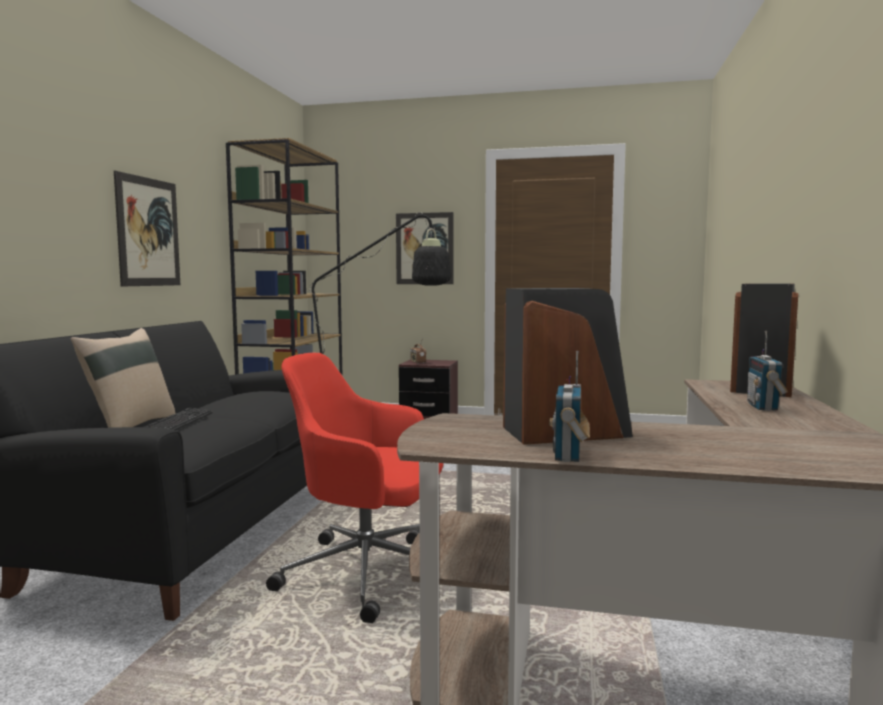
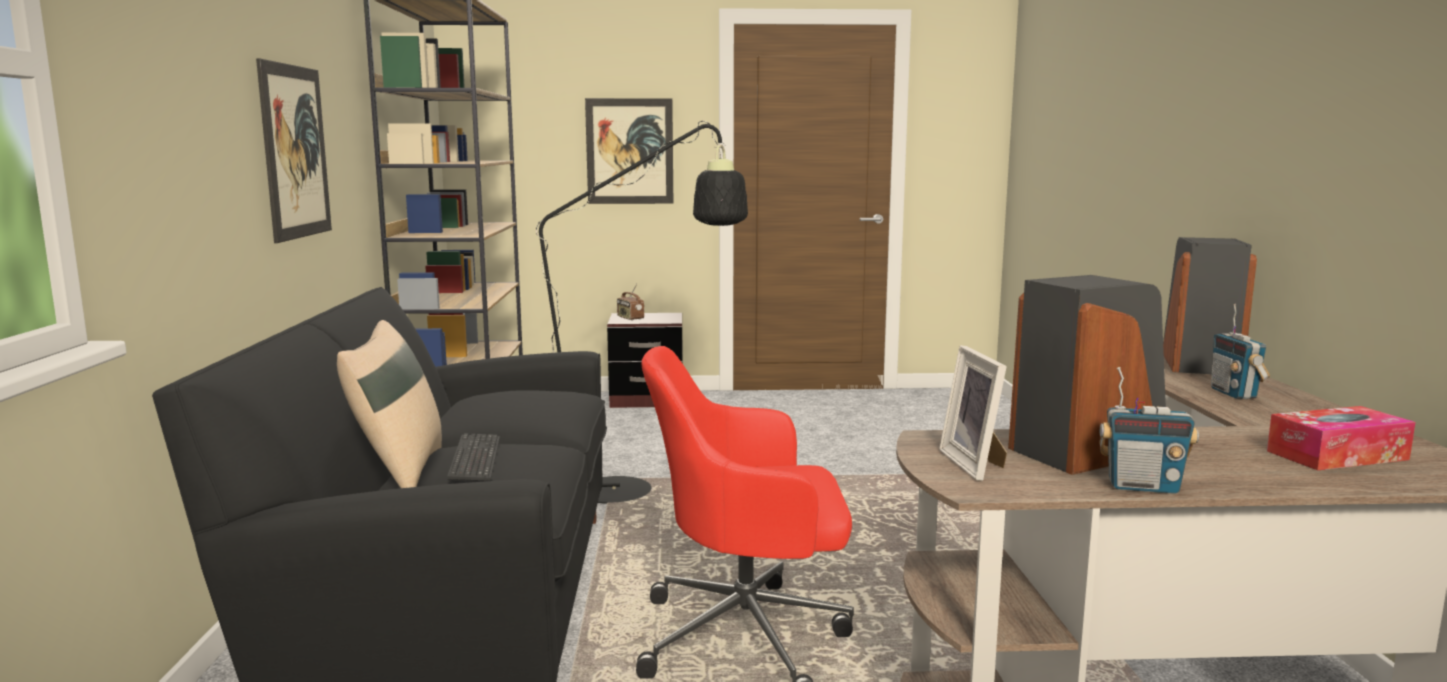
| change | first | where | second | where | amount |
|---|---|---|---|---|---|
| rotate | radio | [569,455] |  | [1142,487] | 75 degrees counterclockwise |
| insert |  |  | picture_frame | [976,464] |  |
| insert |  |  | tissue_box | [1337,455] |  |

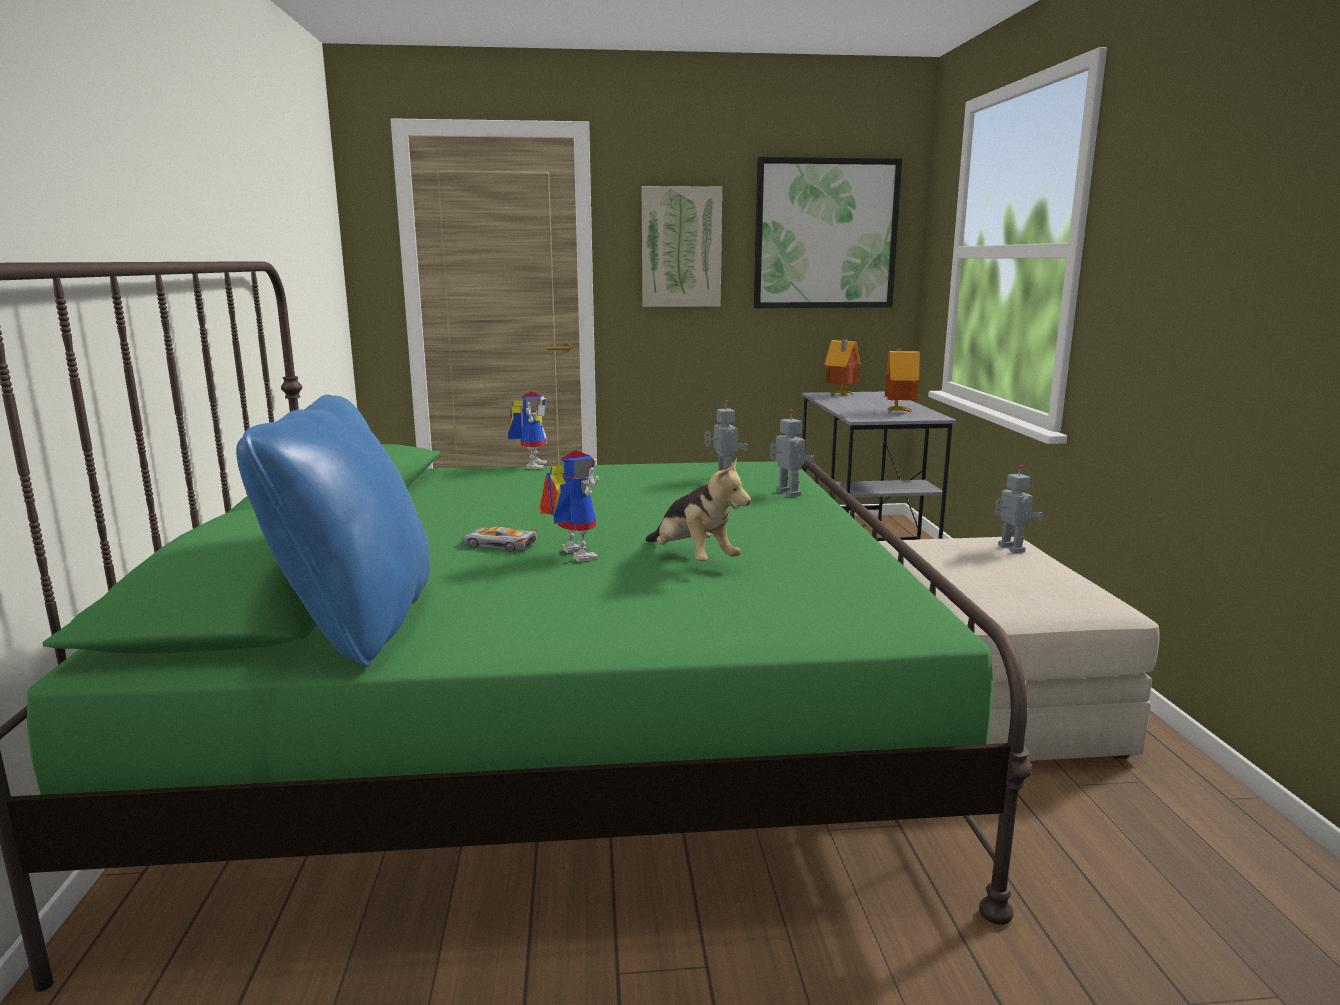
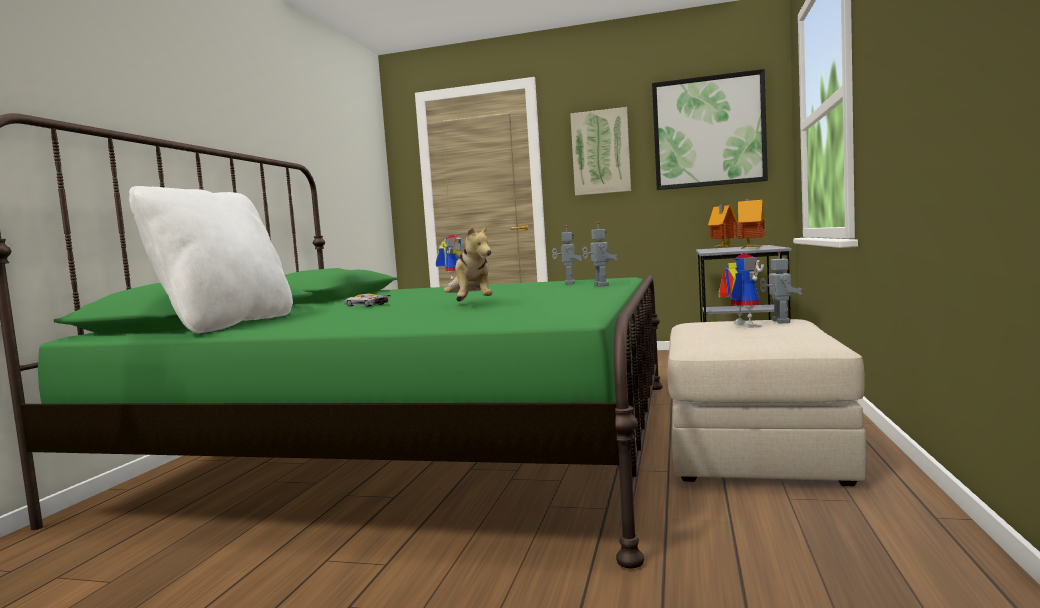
| change | first | where | second | where | amount |
|---|---|---|---|---|---|
| recolor | blue_pillow | [357,623] | white_pillow | [227,325] |  |
| move | toy_robot | [571,554] |  | [741,326] |  |

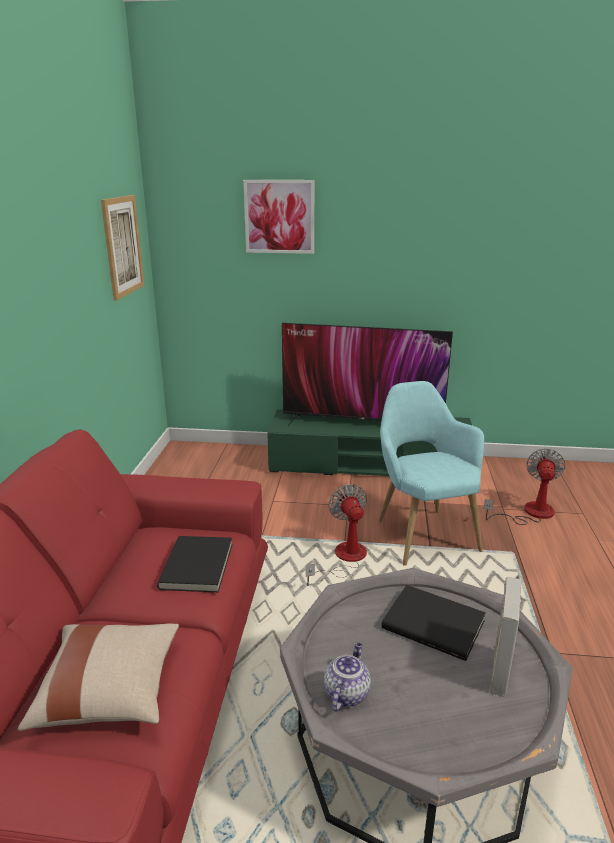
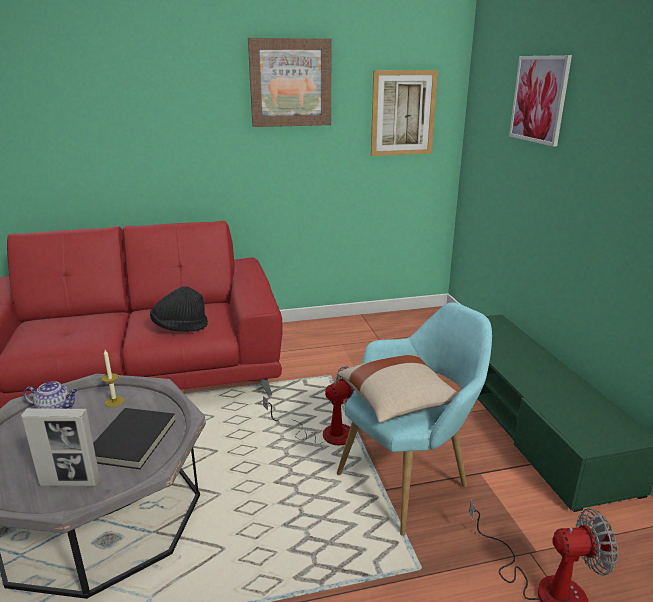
| change | first | where | second | where | amount |
|---|---|---|---|---|---|
| delete | television | [361,423] |  |  |  |
| replace | black_book | [199,566] | black_hat | [180,327] |  |
| move | beige_pillow | [110,691] |  | [398,402] |  |
| insert |  |  | picture | [290,83] |  |
| insert |  |  | candle | [114,401] |  |

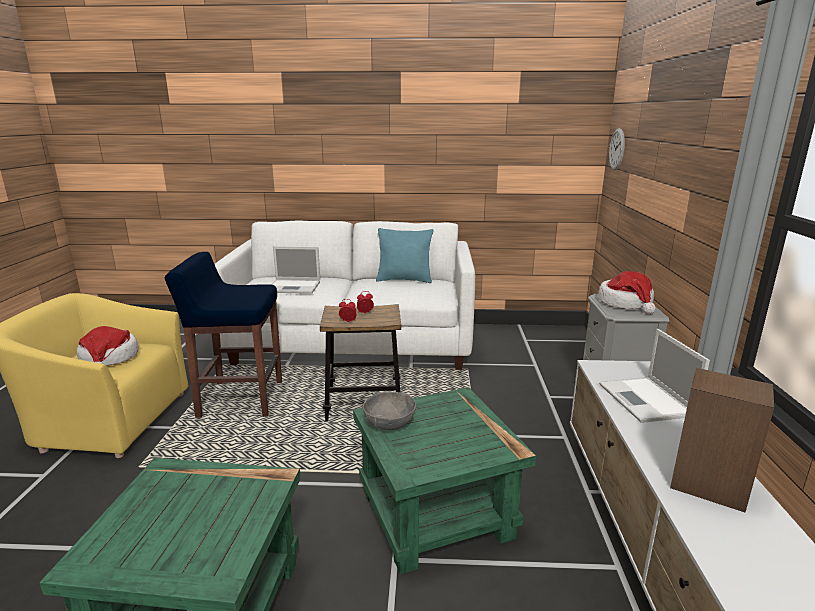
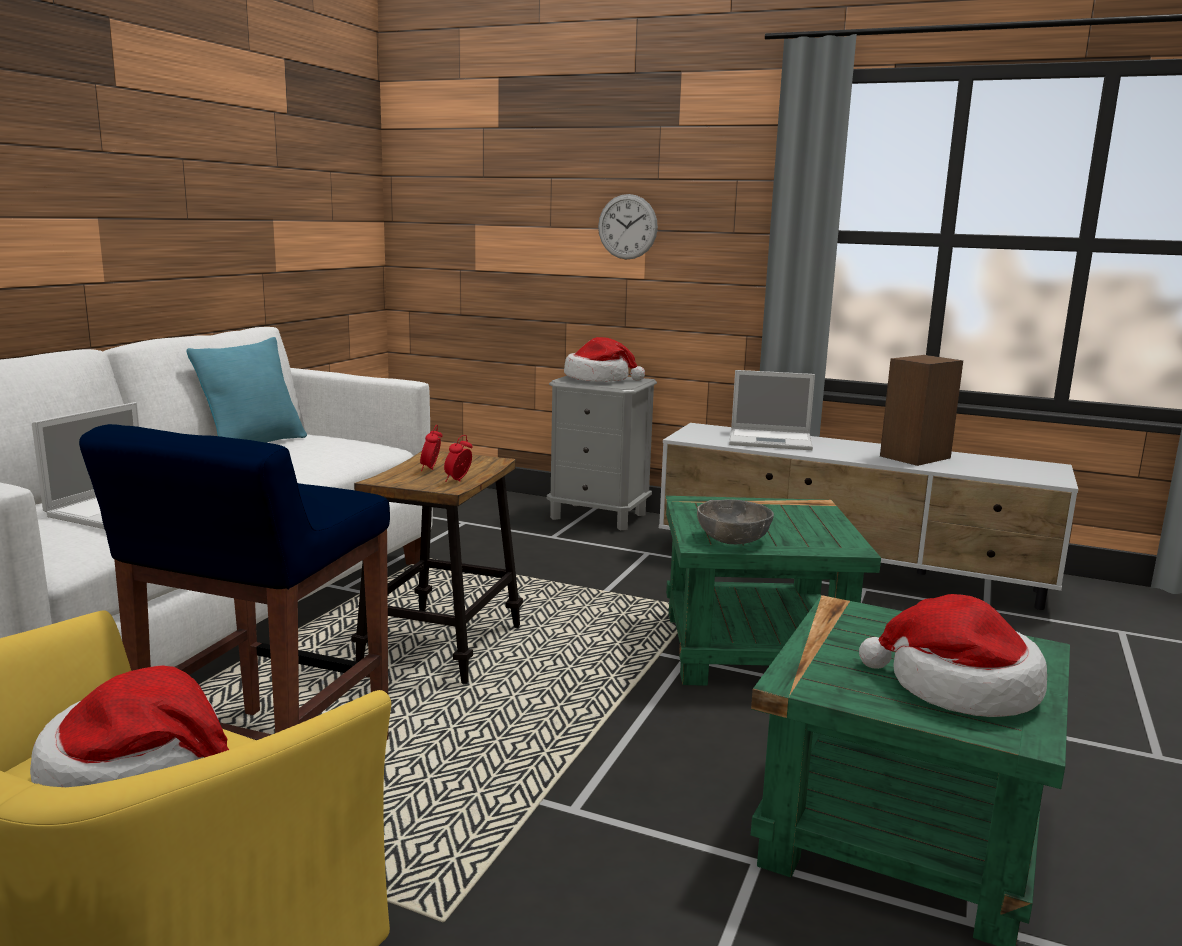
| change | first | where | second | where | amount |
|---|---|---|---|---|---|
| move | wall_clock | [617,149] |  | [627,227] |  |
| insert |  |  | hat | [958,687] |  |

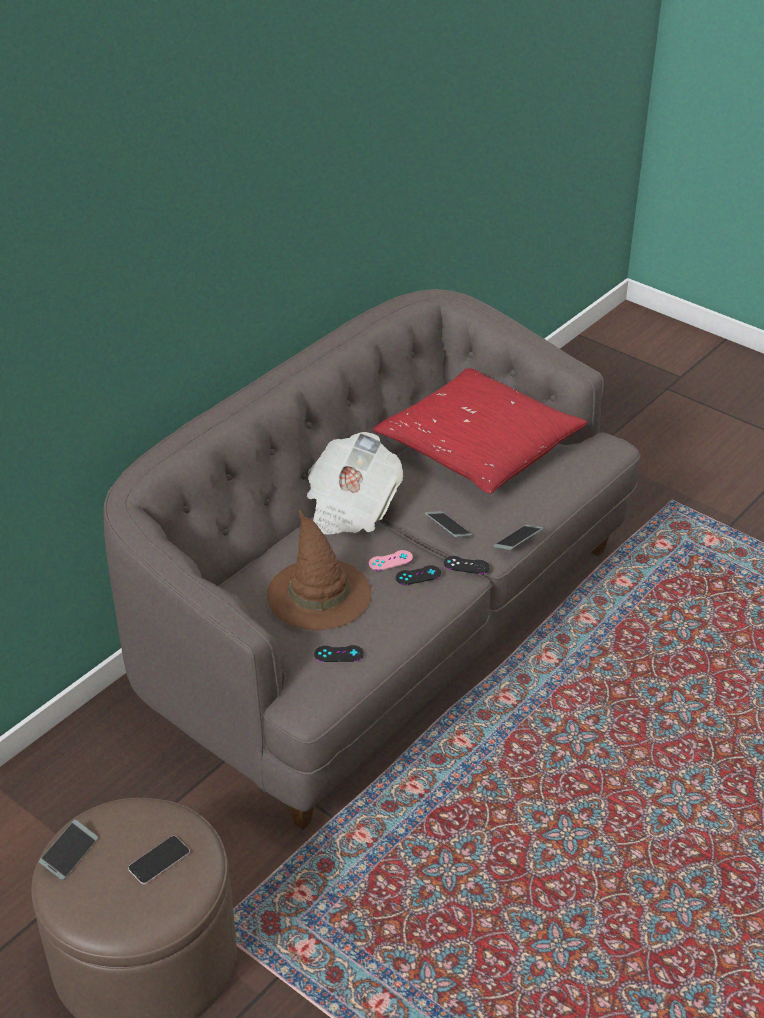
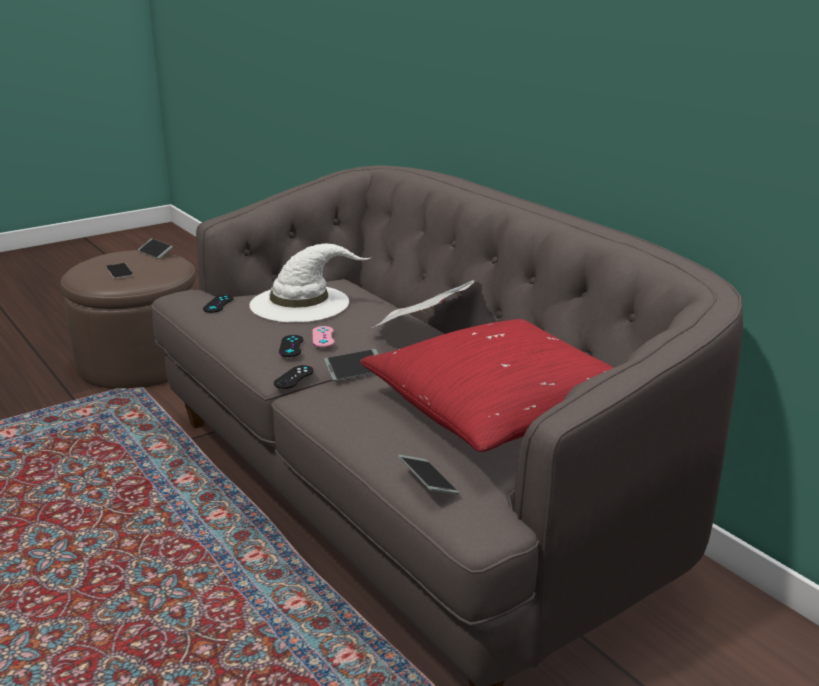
| change | first | where | second | where | amount |
|---|---|---|---|---|---|
| recolor | brown_hat | [318,592] | white_hat | [301,303] |  |
| move | phone | [517,541] |  | [427,481] |  |

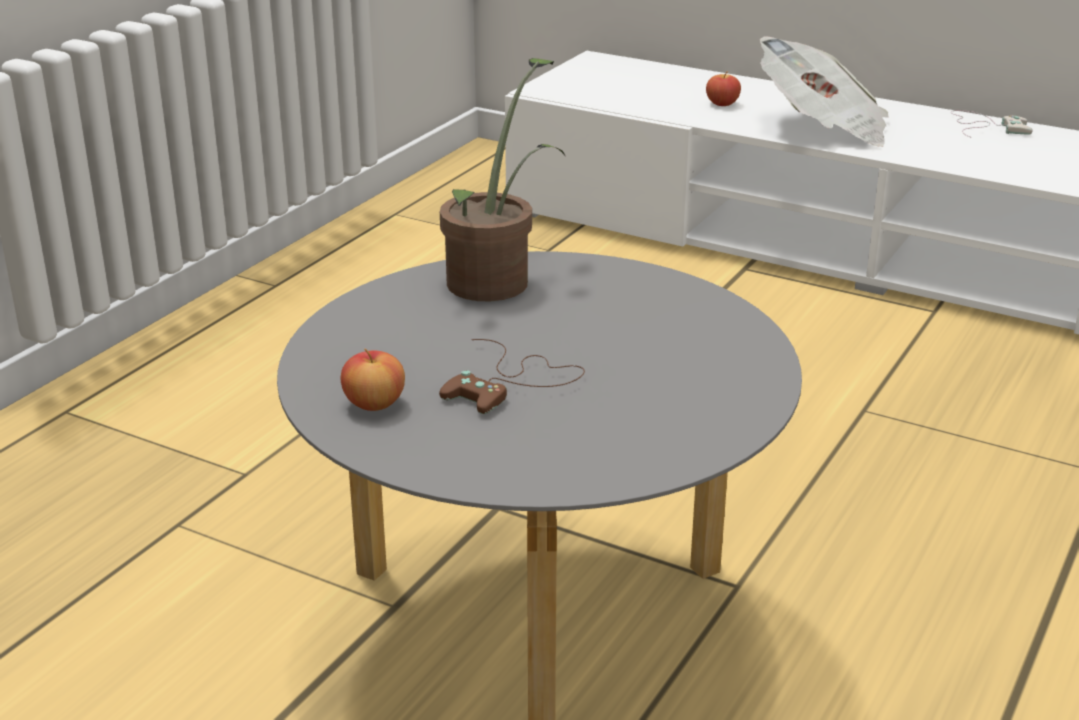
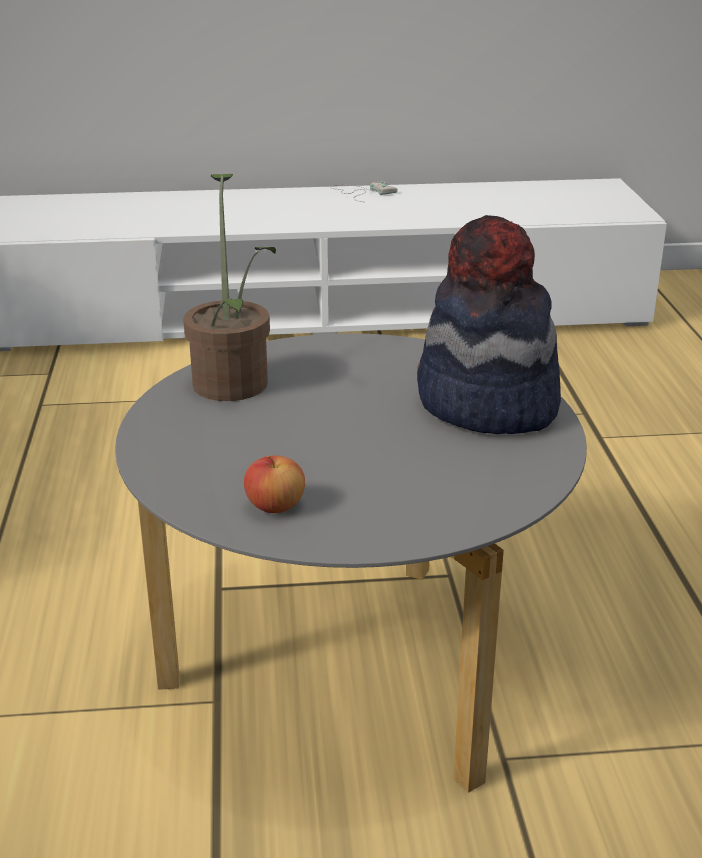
| change | first | where | second | where | amount |
|---|---|---|---|---|---|
| delete | newspaper | [823,128] |  |  |  |
| delete | apple | [722,104] |  |  |  |
| delete | brown_game_controller | [512,382] |  |  |  |
| insert |  |  | hat | [486,405] |  |

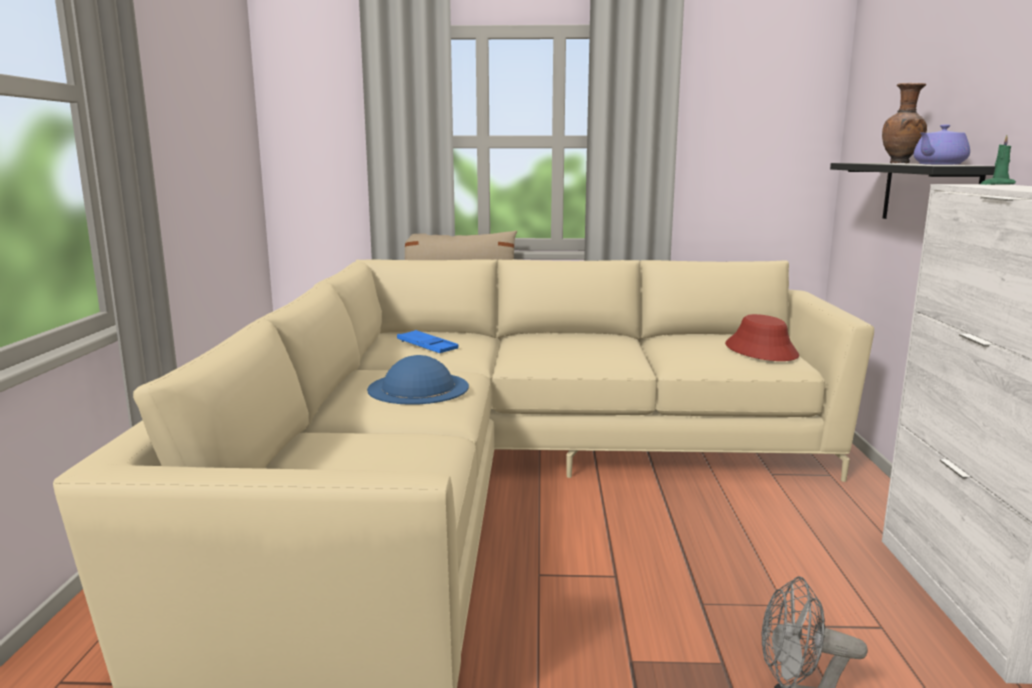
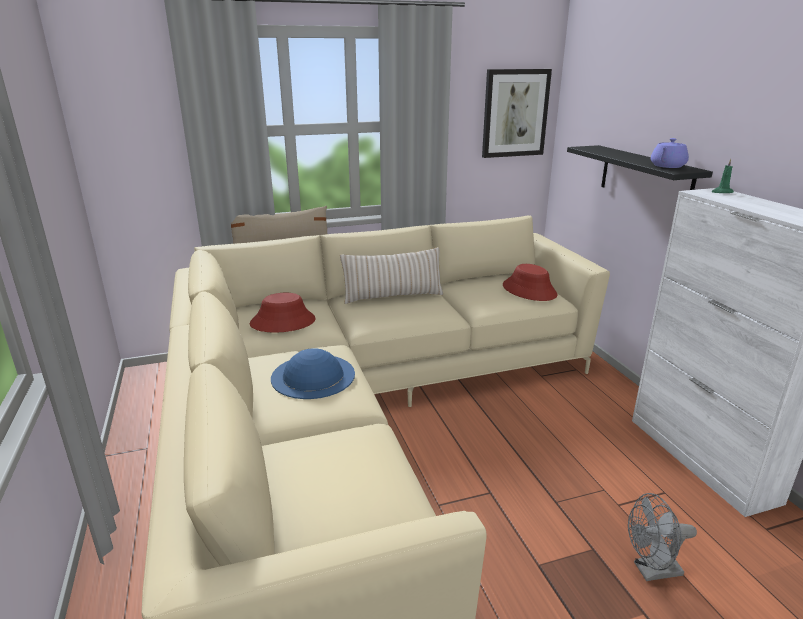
| change | first | where | second | where | amount |
|---|---|---|---|---|---|
| delete | brown_vase | [901,163] |  |  |  |
| replace | blue_tray | [427,346] | red_hat | [283,322] |  |
| insert |  |  | picture | [515,113] |  |
| insert |  |  | beige_pillow | [393,296] |  |

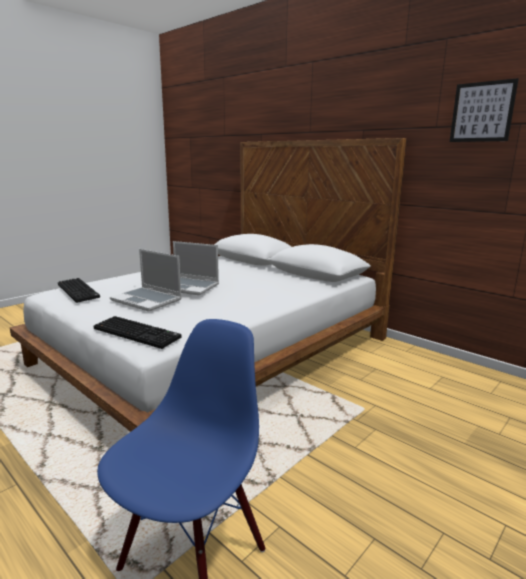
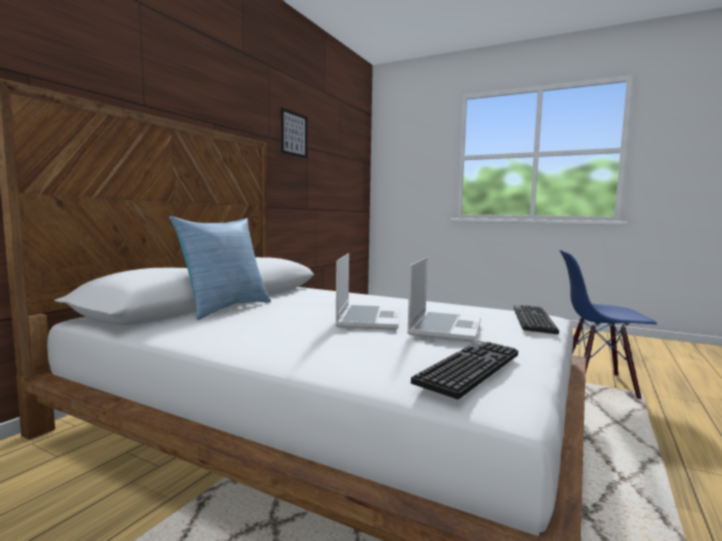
| change | first | where | second | where | amount |
|---|---|---|---|---|---|
| insert |  |  | pillow | [224,308] |  |

